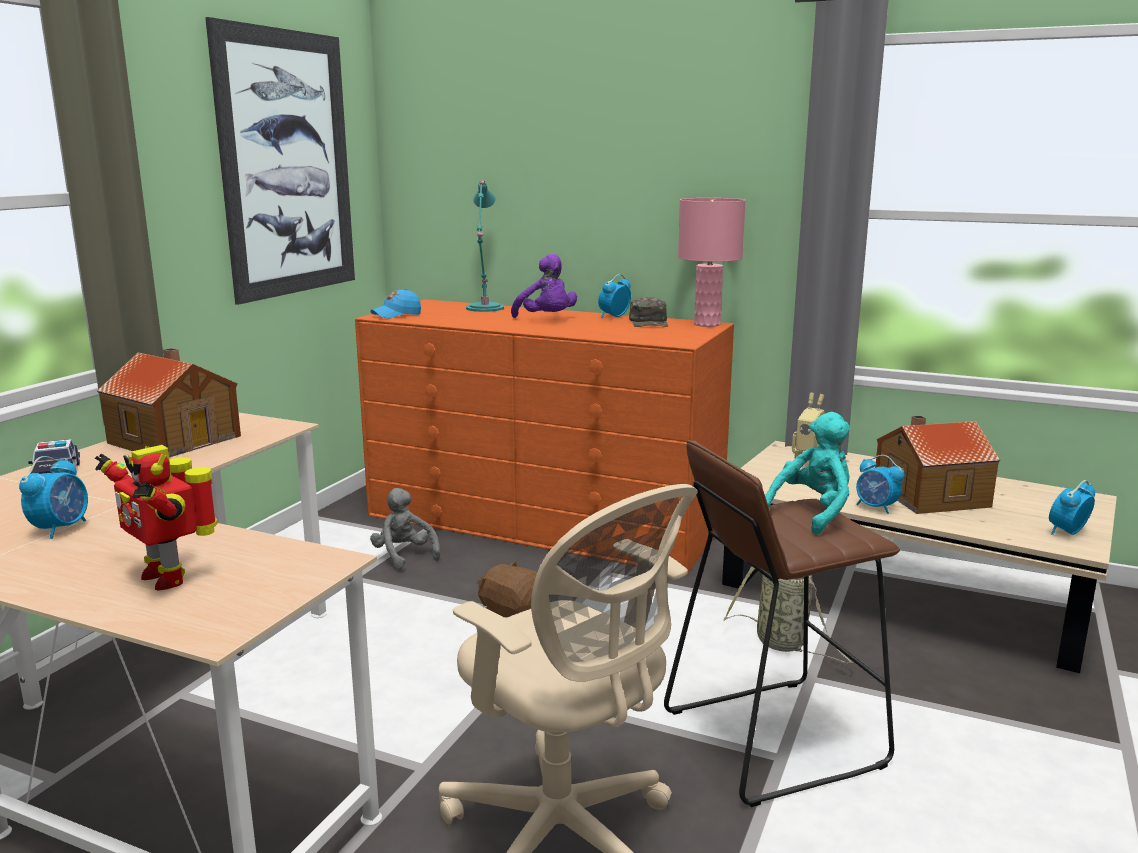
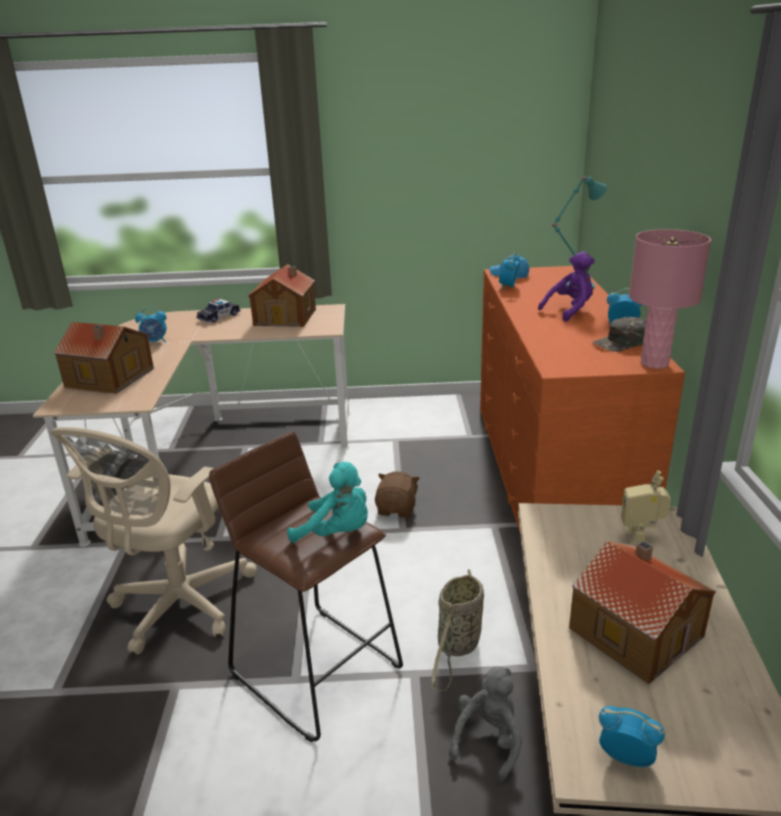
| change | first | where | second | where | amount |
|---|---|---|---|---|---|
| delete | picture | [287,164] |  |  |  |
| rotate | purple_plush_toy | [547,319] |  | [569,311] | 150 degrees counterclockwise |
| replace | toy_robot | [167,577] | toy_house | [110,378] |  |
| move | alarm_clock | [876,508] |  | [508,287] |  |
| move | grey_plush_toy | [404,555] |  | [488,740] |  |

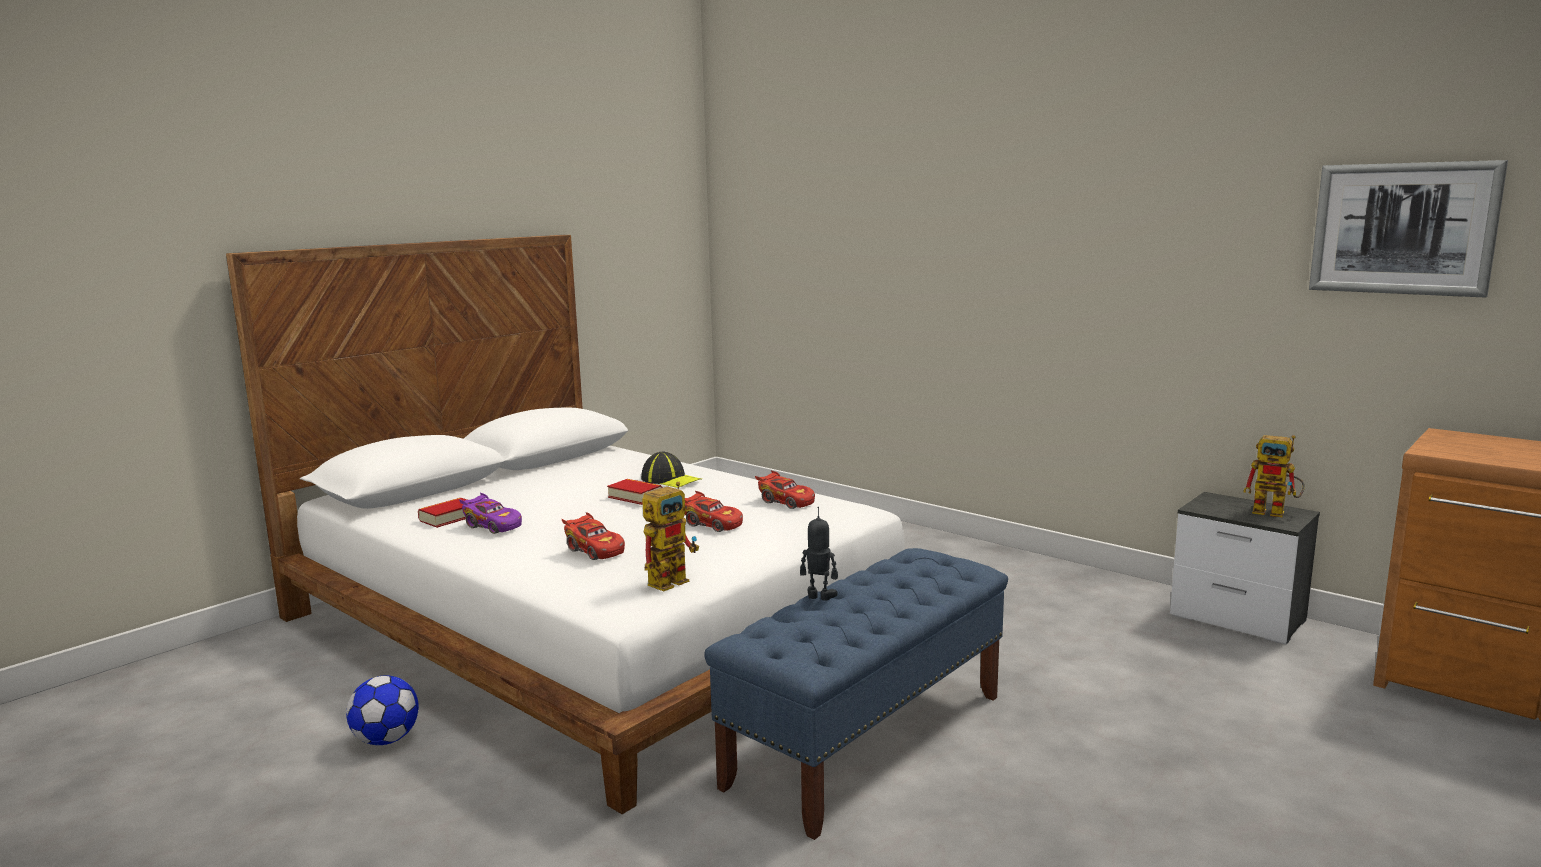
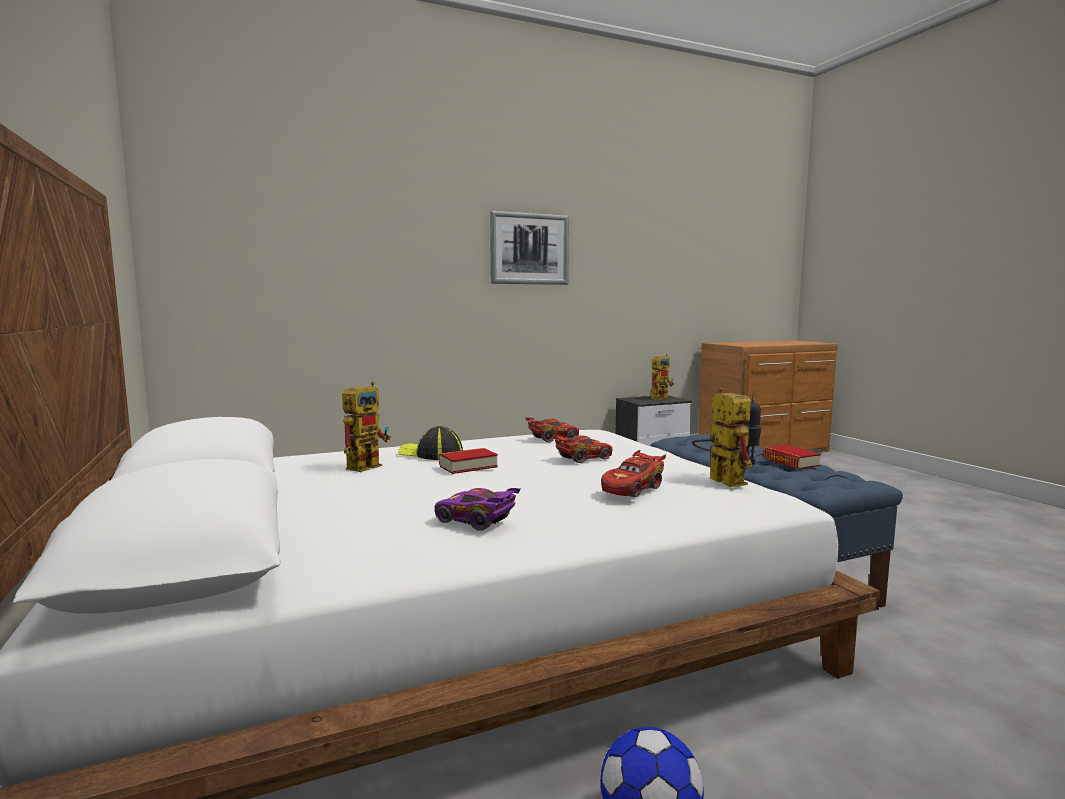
| change | first | where | second | where | amount |
|---|---|---|---|---|---|
| move | picture | [1402,228] |  | [529,249] |  |
| rotate | cap | [671,480] |  | [431,454] | 120 degrees counterclockwise |
| rotate | purple_toy_car | [492,526] |  | [475,521] | 120 degrees counterclockwise |
| move | book | [449,518] |  | [790,462] |  |
| rotate | red_toy_car | [594,550] |  | [633,488] | 150 degrees clockwise |
| insert |  |  | toy_robot | [367,465] |  |

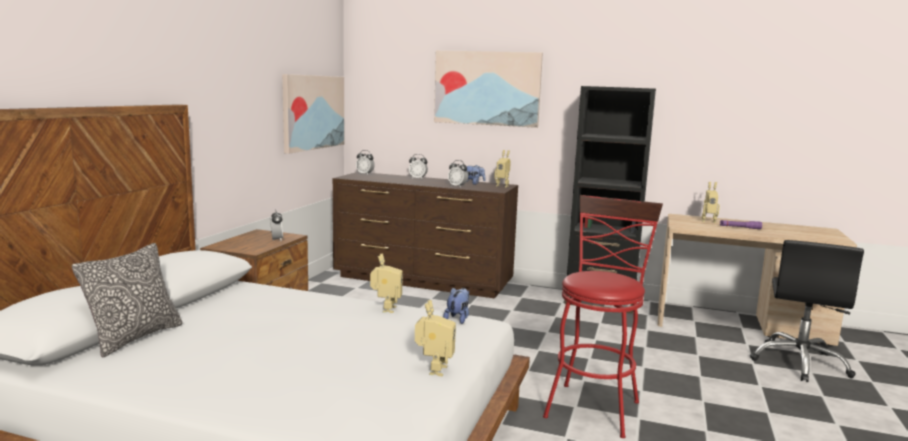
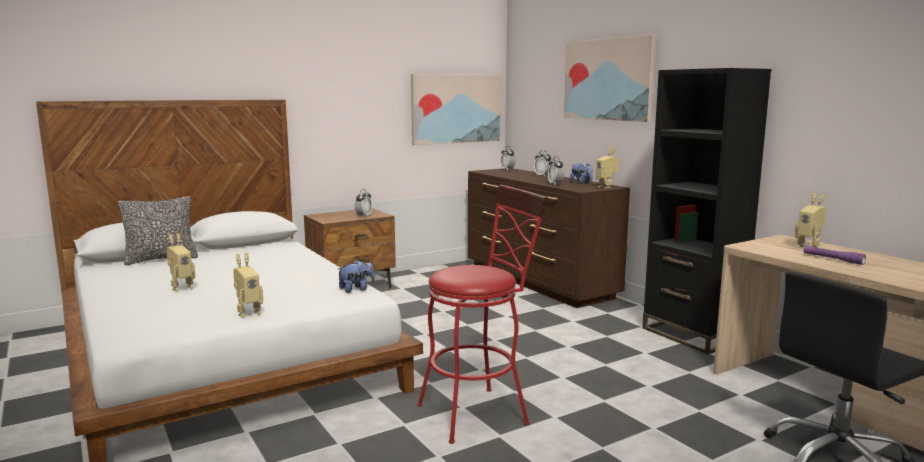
| change | first | where | second | where | amount |
|---|---|---|---|---|---|
| move | toy_robot | [386,309] |  | [181,288] |  |

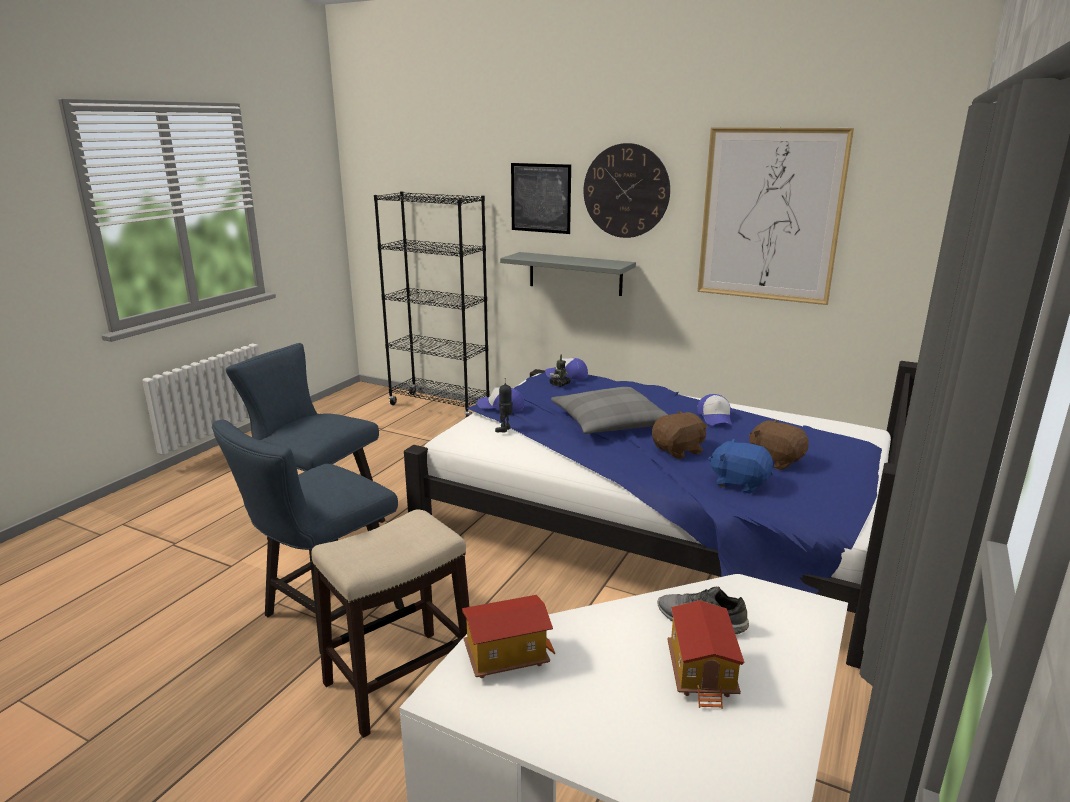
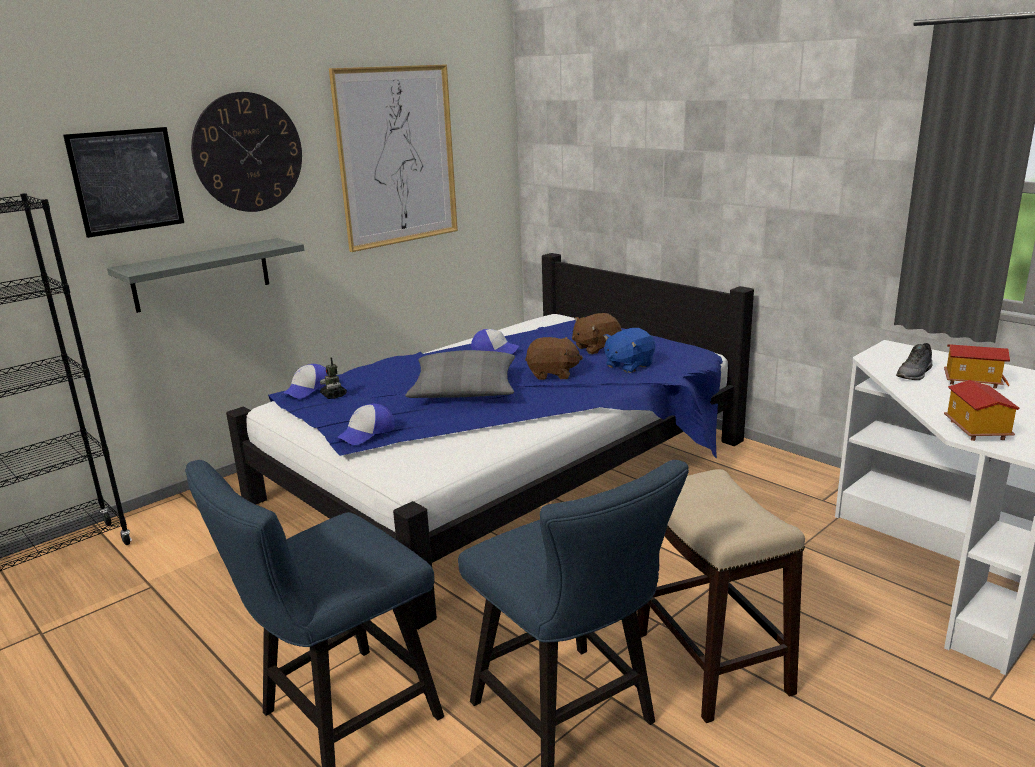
| change | first | where | second | where | amount |
|---|---|---|---|---|---|
| delete | toy_robot | [505,429] |  |  |  |
| rotate | brown_plush_toy | [678,450] |  | [552,374] | 105 degrees clockwise |

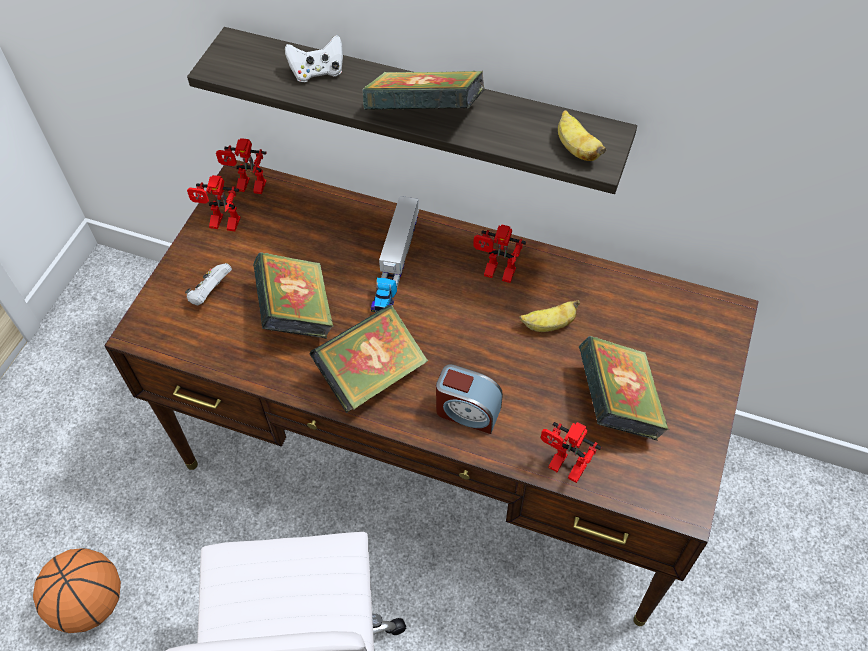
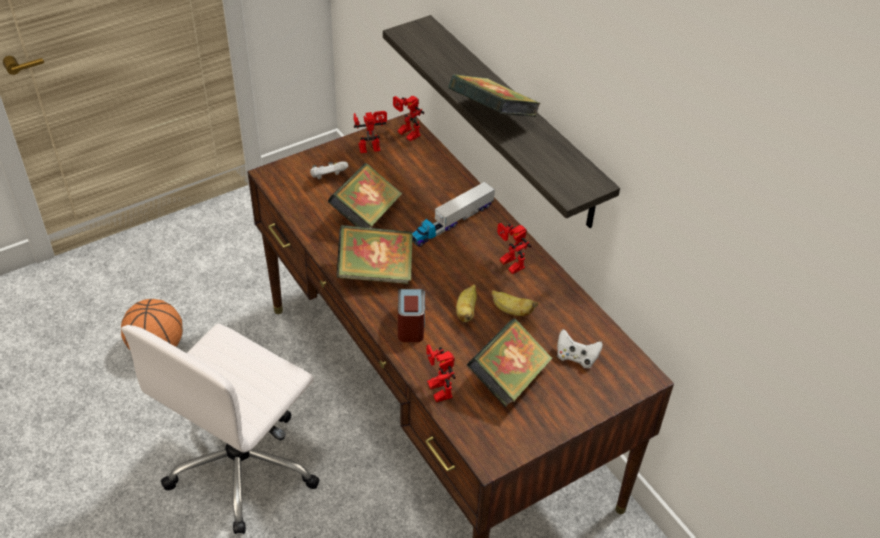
| change | first | where | second | where | amount |
|---|---|---|---|---|---|
| move | white_game_controller | [317,72] |  | [576,357] |  |
| move | banana | [576,149] |  | [466,311] |  |
| rotate | toy_robot | [221,225] |  | [370,145] | 120 degrees clockwise |
| rotate | alarm_clock | [467,411] |  | [411,324] | 150 degrees counterclockwise |

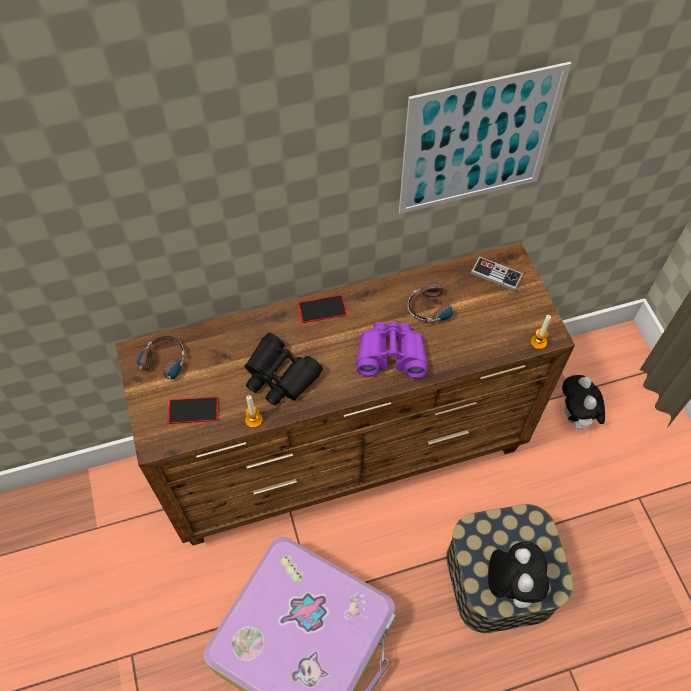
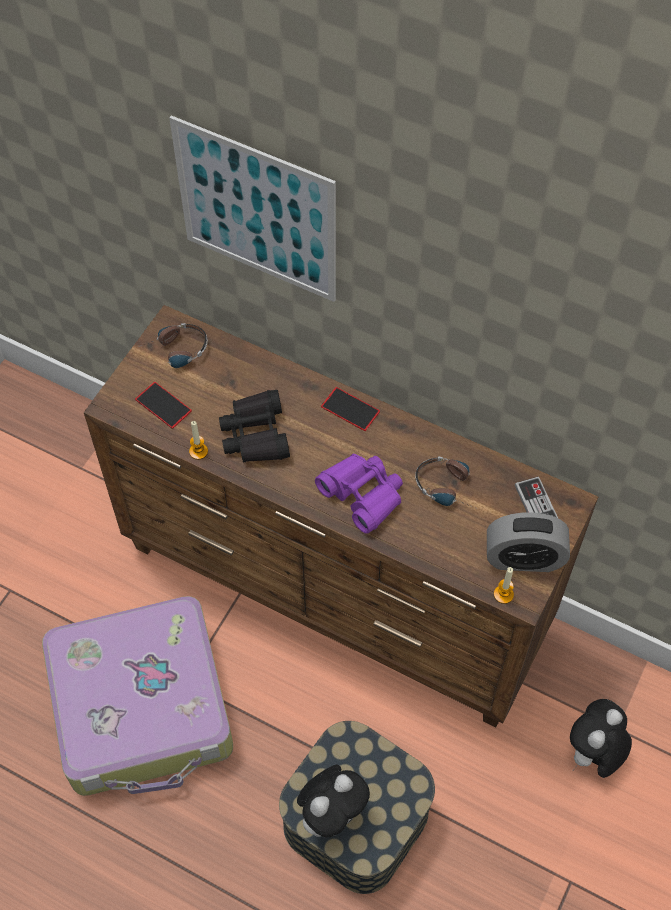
| change | first | where | second | where | amount |
|---|---|---|---|---|---|
| move | picture | [478,141] |  | [256,211] |  |
| insert |  |  | alarm_clock | [524,558] |  |

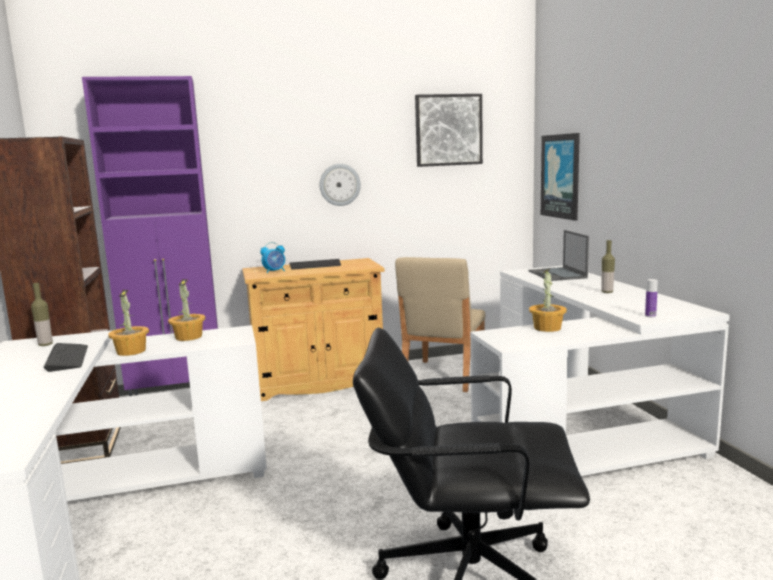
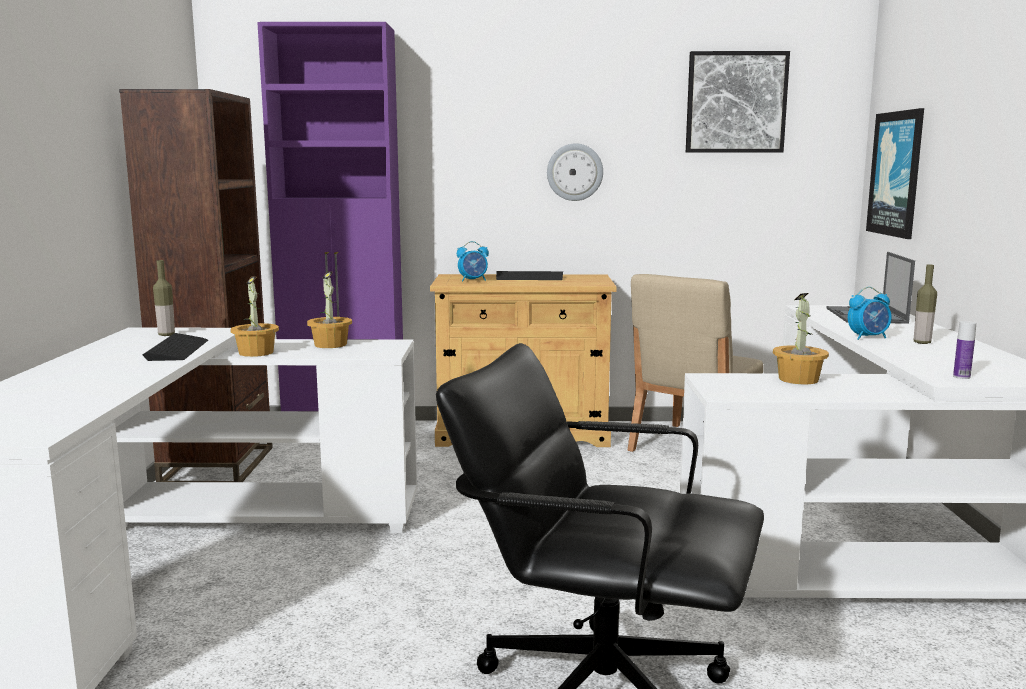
| change | first | where | second | where | amount |
|---|---|---|---|---|---|
| insert |  |  | alarm_clock | [868,337] |  |

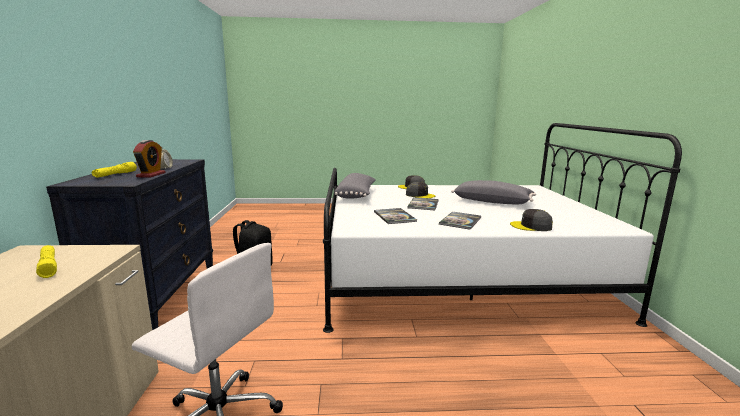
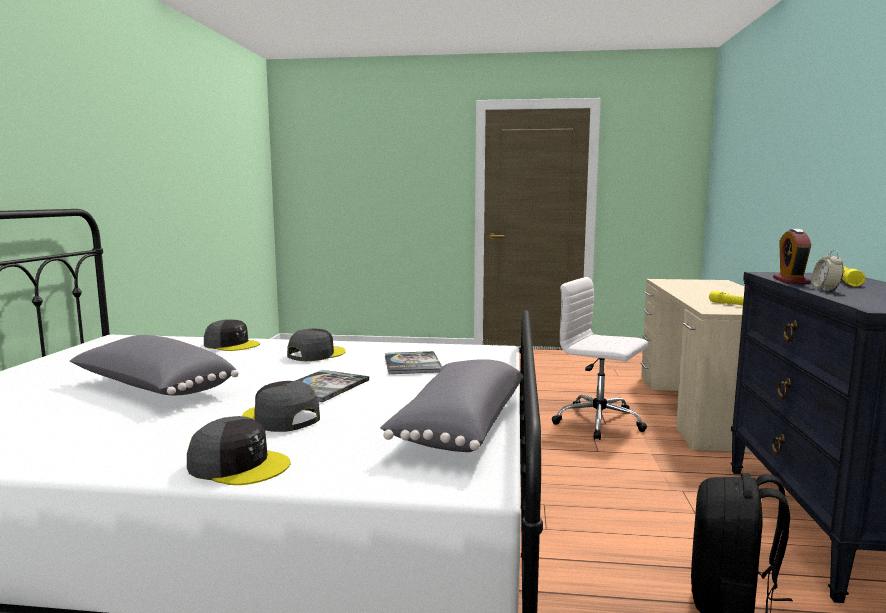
| change | first | where | second | where | amount |
|---|---|---|---|---|---|
| replace | book | [460,221] | grey_cap | [316,354] |  |

